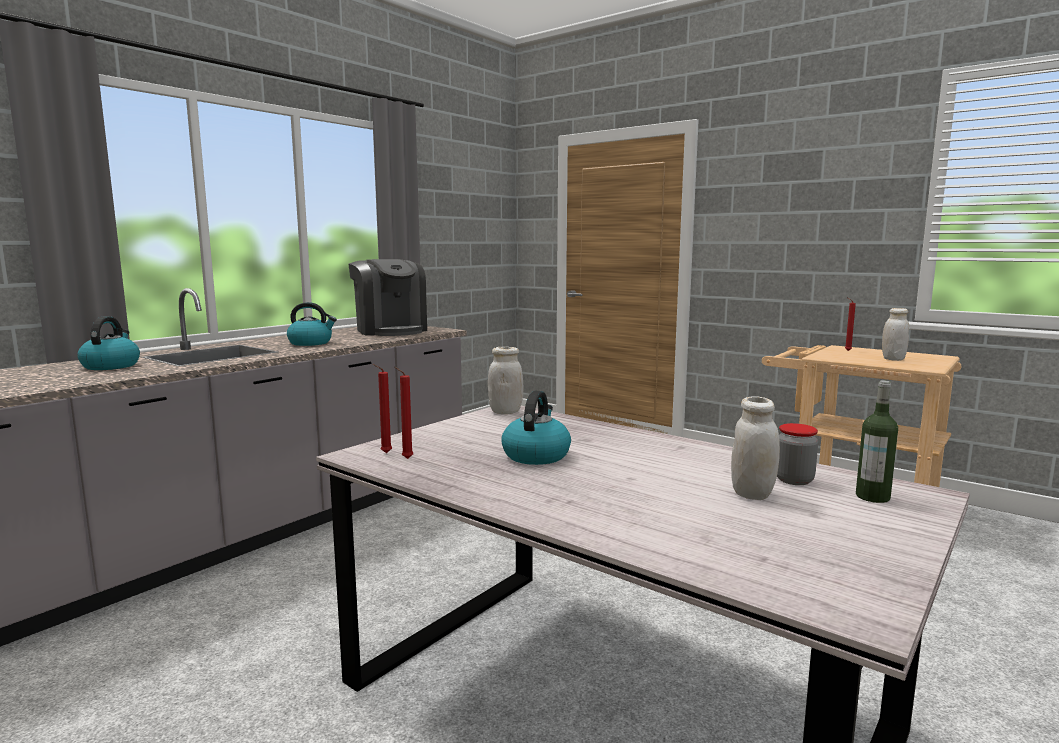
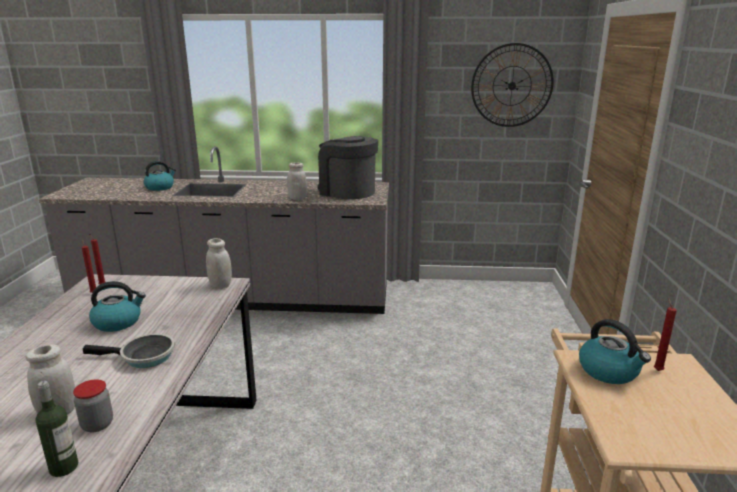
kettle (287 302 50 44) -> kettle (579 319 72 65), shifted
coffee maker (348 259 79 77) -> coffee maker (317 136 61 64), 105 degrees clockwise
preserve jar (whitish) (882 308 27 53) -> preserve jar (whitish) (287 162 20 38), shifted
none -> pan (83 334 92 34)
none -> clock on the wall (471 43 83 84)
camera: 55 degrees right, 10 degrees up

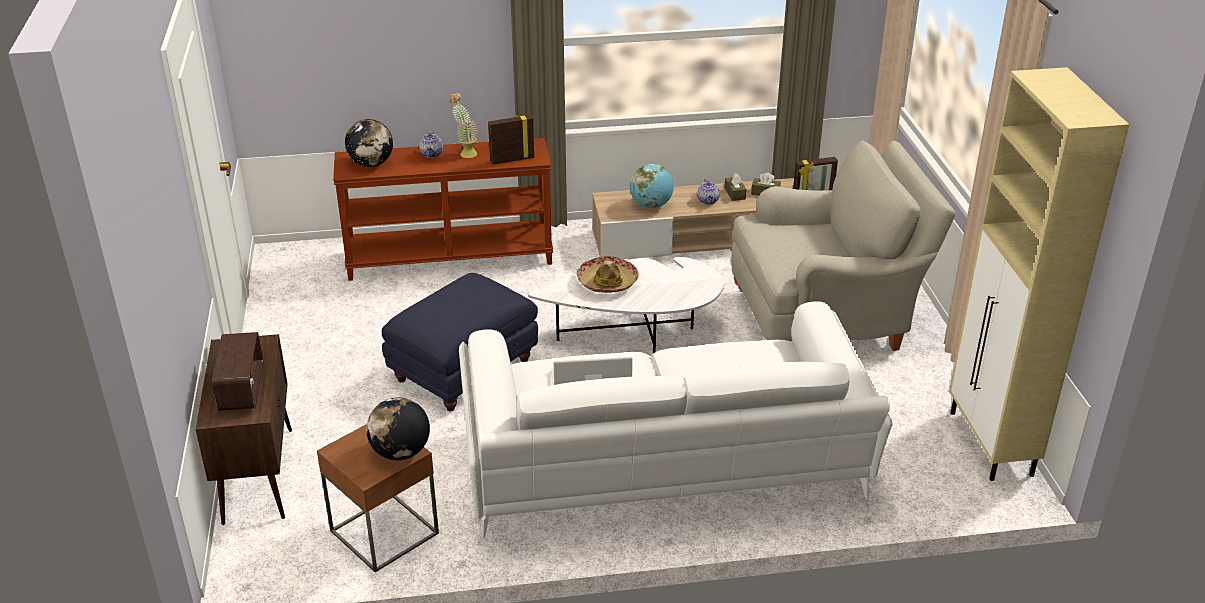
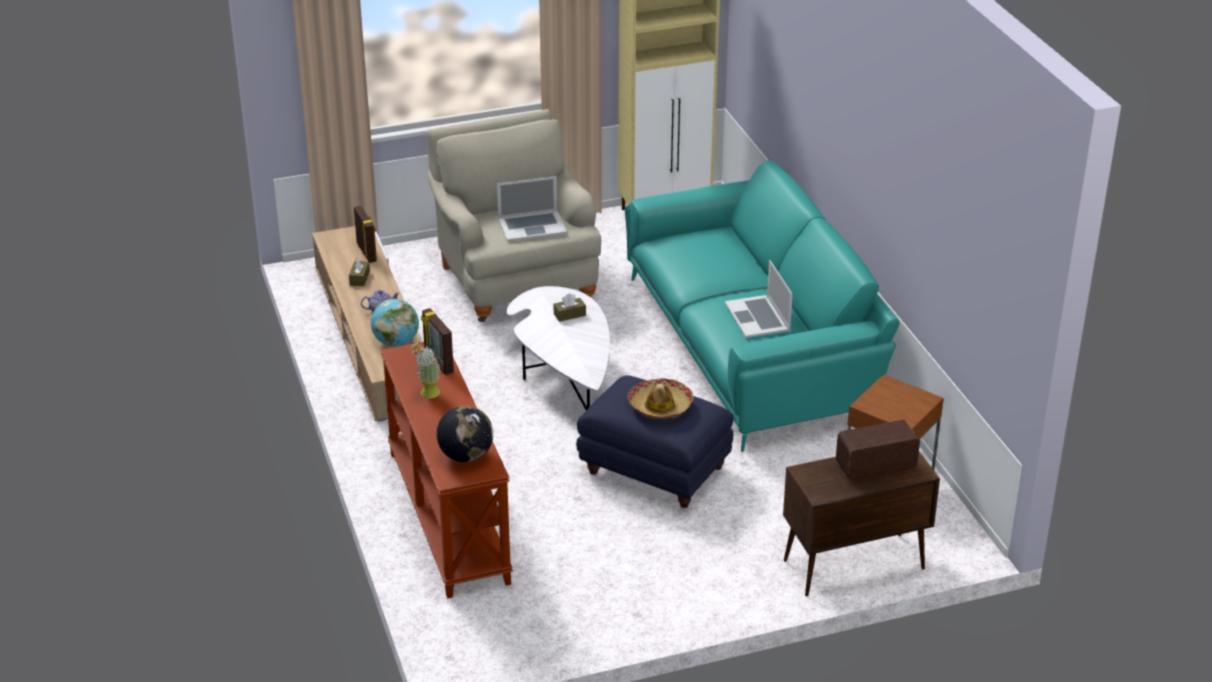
world globe (366 397 64 63) -> none
tea pot (419 130 24 28) -> none
couch (whitish) (459 302 434 237) -> couch (turquoise-coloured) (625 160 274 292)
clothing hat (577 256 62 37) -> clothing hat (627 378 66 41), shifted
tissue holder (brown) (724 173 23 28) -> tissue holder (brown) (554 293 32 29), shifted
none -> laptop (497 176 70 66)
camera: 100 degrees left, 0 degrees up

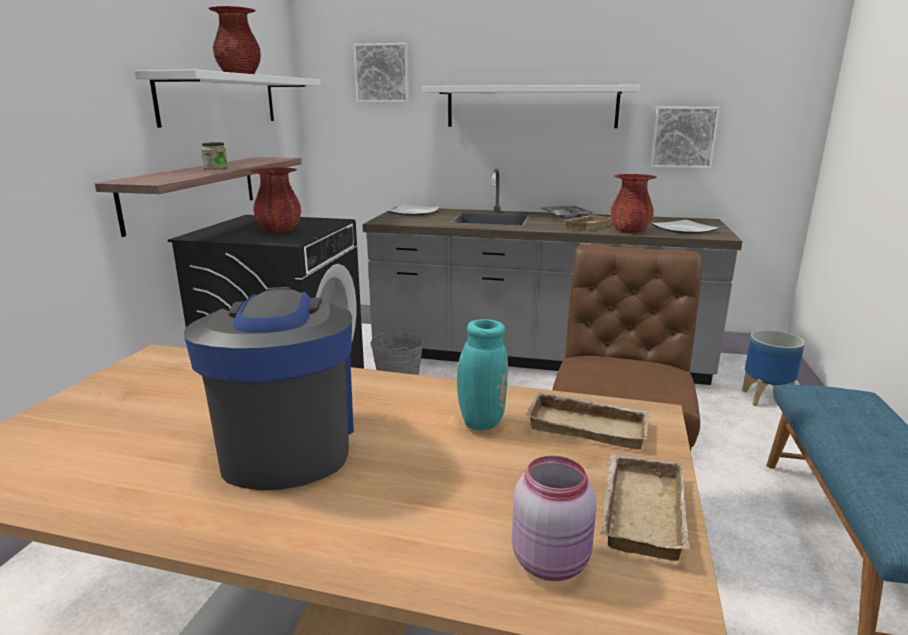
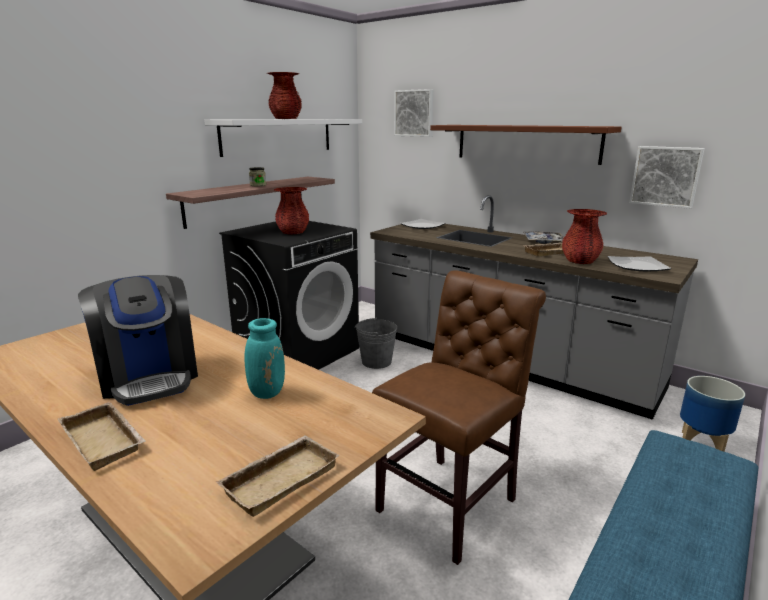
coffee maker (184 287 170 203) -> coffee maker (78 275 120 131), 135 degrees clockwise
bracket shelf (whitish) (422 85 218 43) -> bracket shelf (brown) (430 125 192 40)
preserve jar (pinkish) (512 456 84 125) -> none
serving tray (sand-coloured) (526 391 124 59) -> serving tray (sand-coloured) (58 402 88 69), shifted
camera: 25 degrees right, 0 degrees up

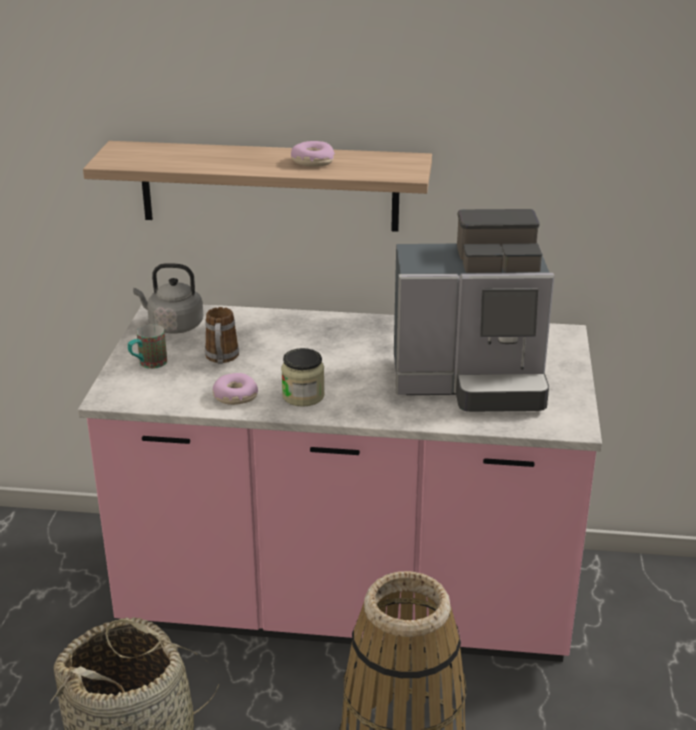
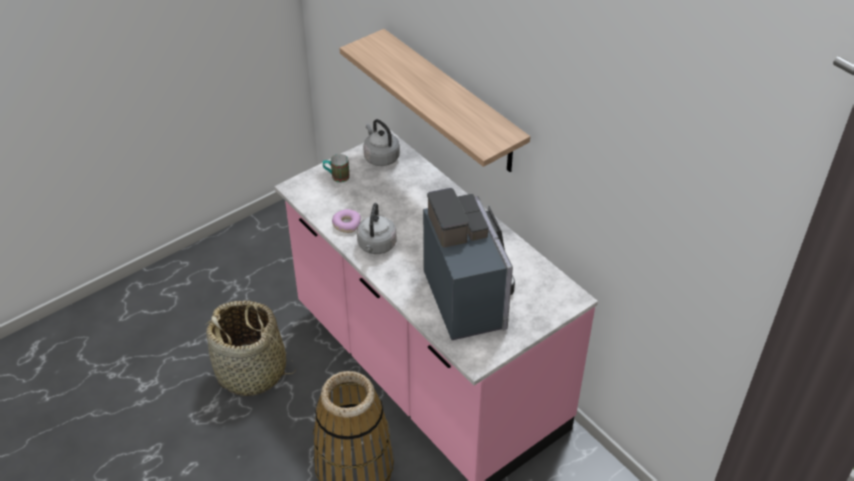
tea mug (205 307 34 57) -> none
preserve jar (281 348 44 59) -> kettle (greyish) (357 203 39 51)
donut (291 141 44 25) -> none
coffee maker (394 209 161 203) -> coffee maker (423 188 92 152), 150 degrees counterclockwise
camera: 45 degrees right, 15 degrees up

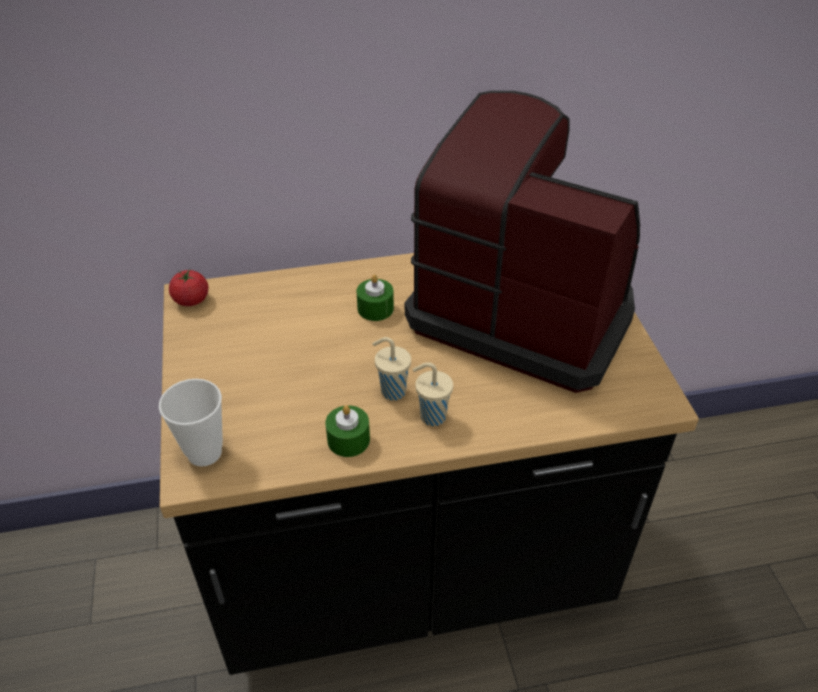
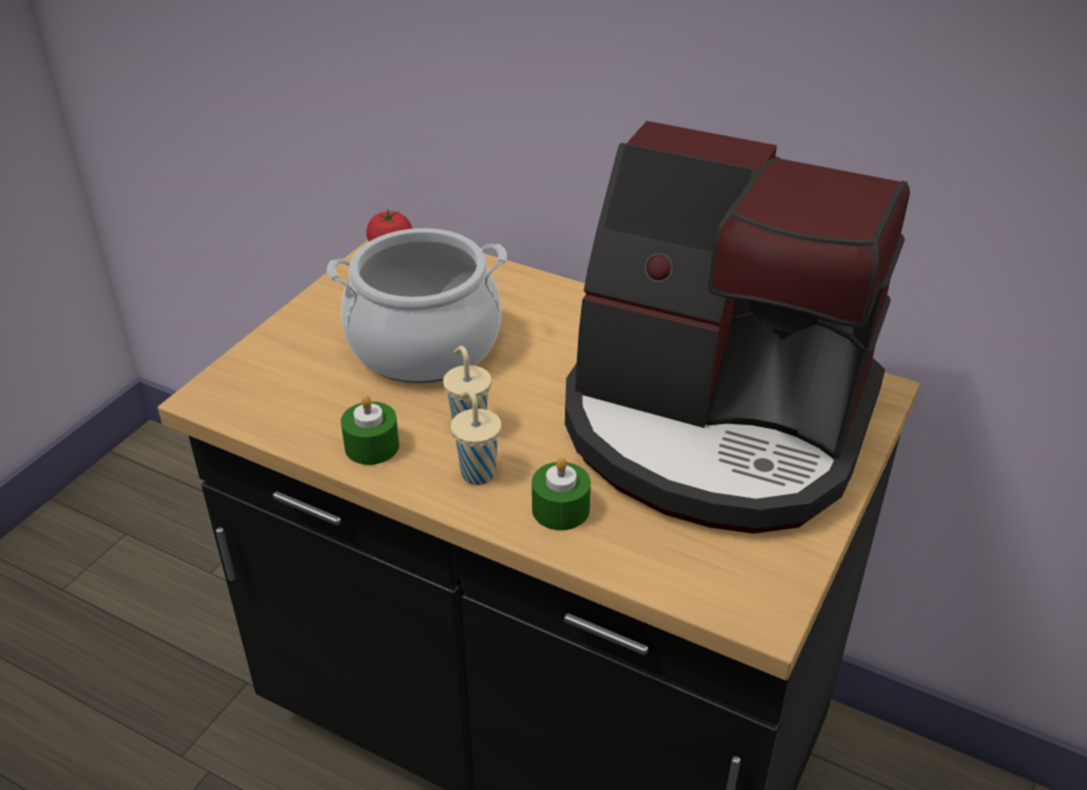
drinking cup (159 379 64 88) -> none
wax candle (greenish) (357 274 37 47) -> wax candle (greenish) (532 457 59 73), shifted
coffee maker (405 91 235 302) -> coffee maker (565 121 345 413), 135 degrees clockwise
none -> saucepot (327 228 180 155)
camera: 40 degrees right, 5 degrees down

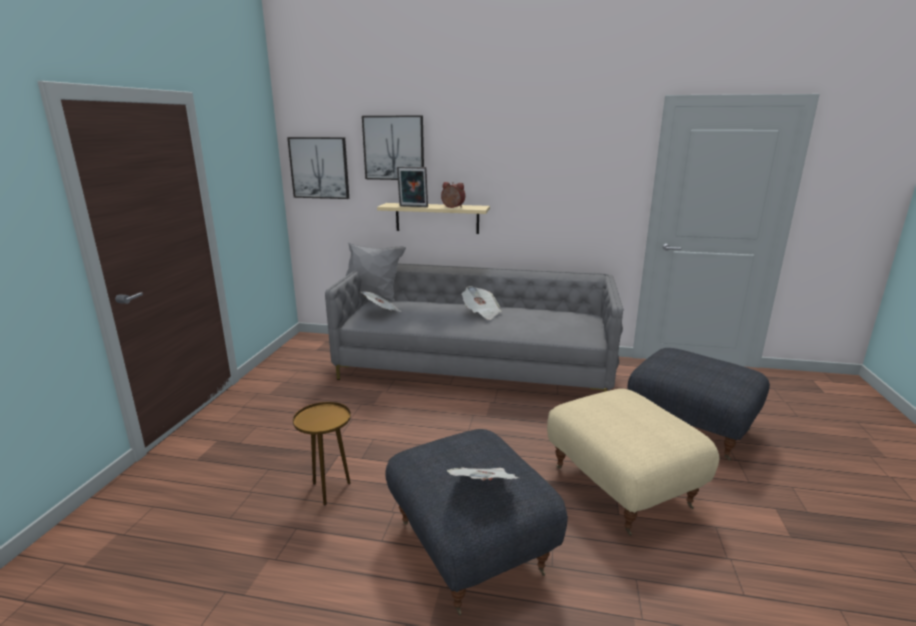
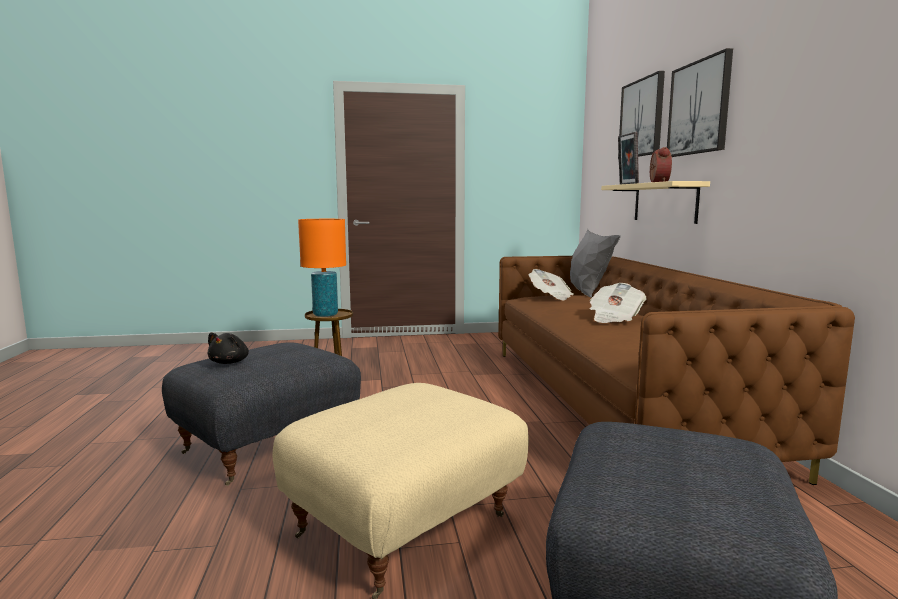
wall art (287 137 62 62) -> wall art (667 48 66 109), shifted
couch (greyish) (325 263 299 129) -> couch (brown) (498 256 357 229)
daily paper (447 467 72 14) -> soft toy (blackish) (207 332 42 32)
none -> tabletop lamp (orange-coloured) (298 219 48 98)
camera: 70 degrees right, 10 degrees down

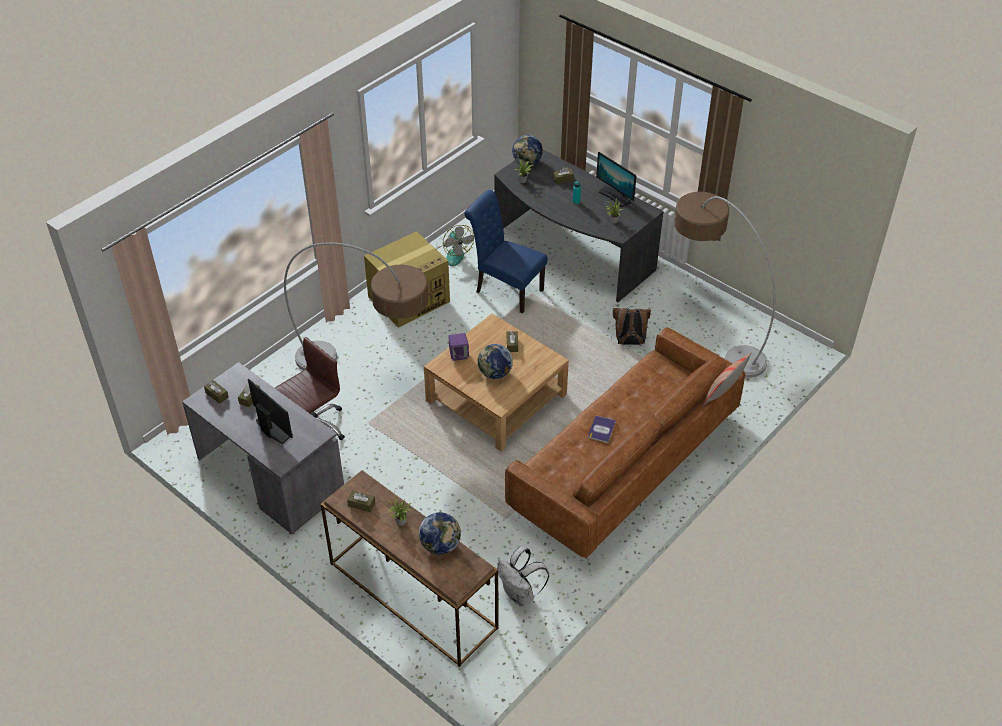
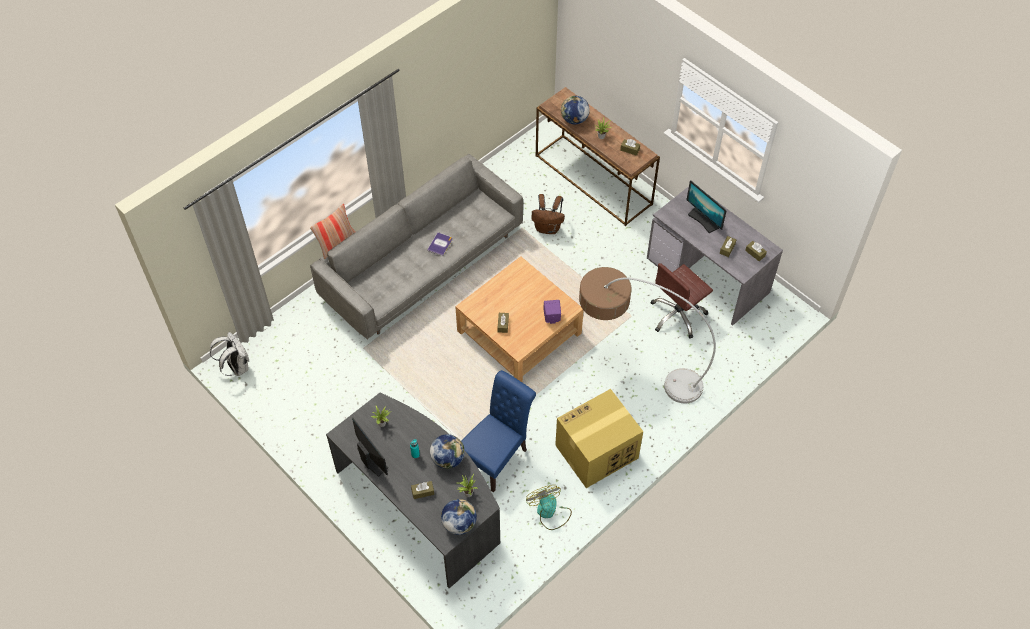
plain chair (blue-coloured) (464 190 84 124) -> plain chair (blue-coloured) (461 370 75 123), 90 degrees counterclockwise
world globe (478 344 35 35) -> world globe (430 434 35 35), shifted
rucksack (whitish) (497 546 52 60) -> rucksack (whitish) (210 332 39 44), shifted
couch (brown) (505 327 240 231) -> couch (greyish) (310 154 213 186)
rucksack (brown) (613 306 38 39) -> rucksack (brown) (531 194 34 40), shifted
floor lamp (674 192 101 186) -> none
camera: 175 degrees left, 10 degrees up

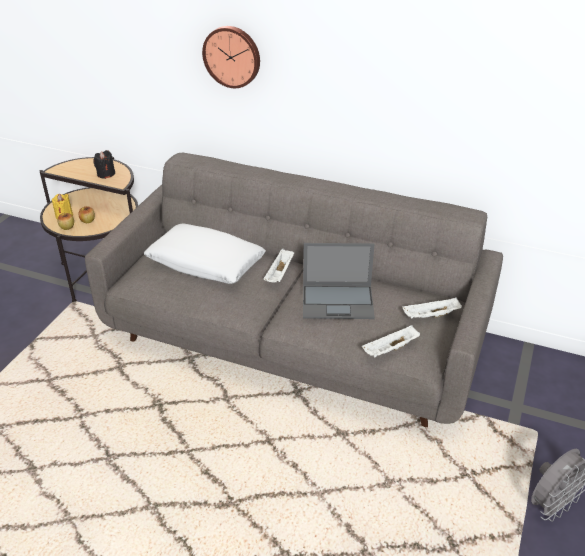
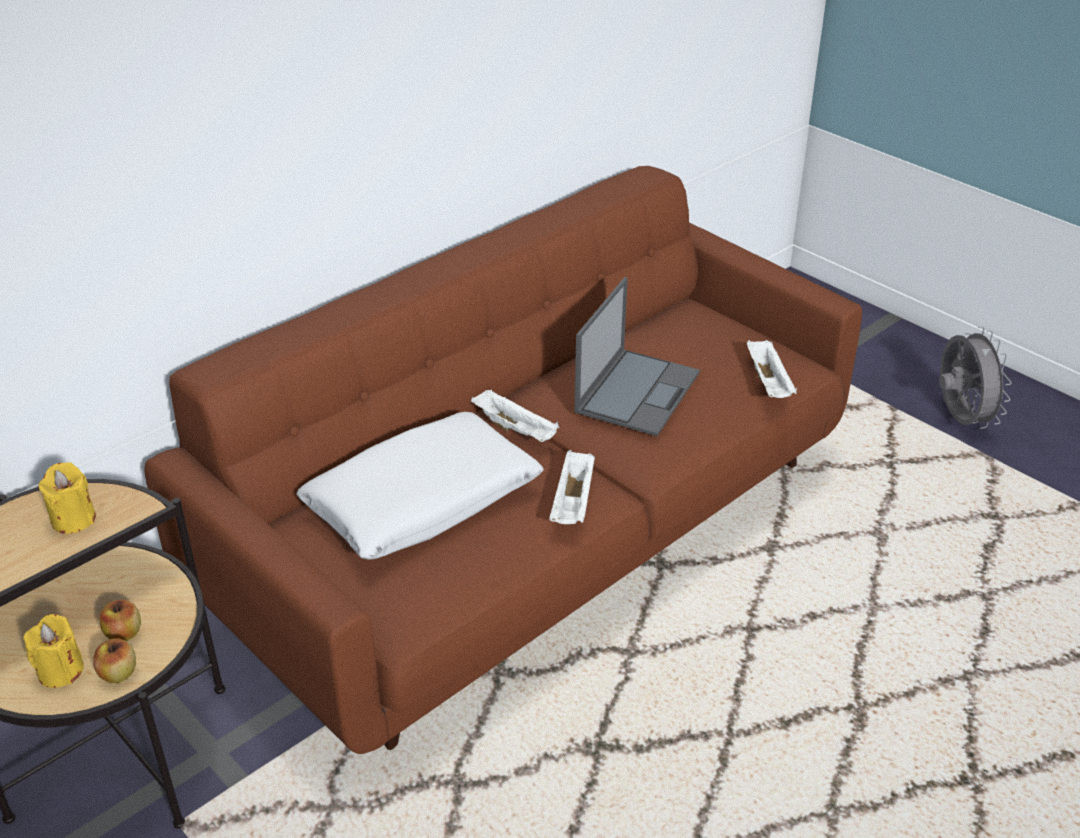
couch (greyish) (85 153 418 274) -> couch (brown) (145 166 717 588)
wax candle (blackish) (93 150 22 29) -> wax candle (yellowish) (38 462 58 72)
clock on the wall (202 26 58 62) -> none
serving tray (whitish) (402 297 60 22) -> serving tray (whitish) (549 450 46 74), shifted
camera: 65 degrees left, 0 degrees up

